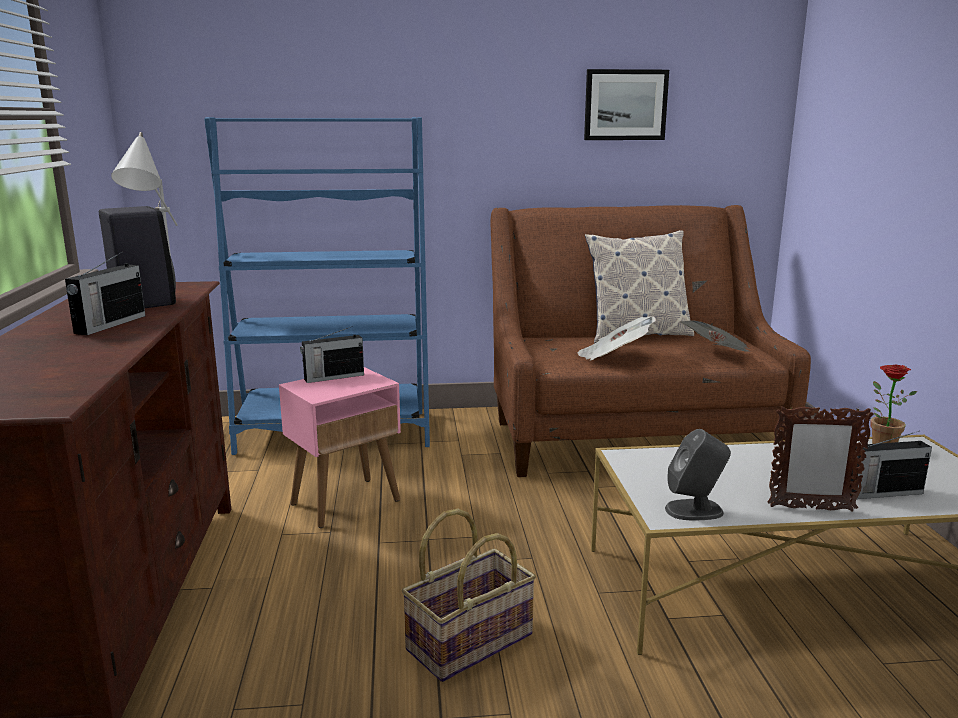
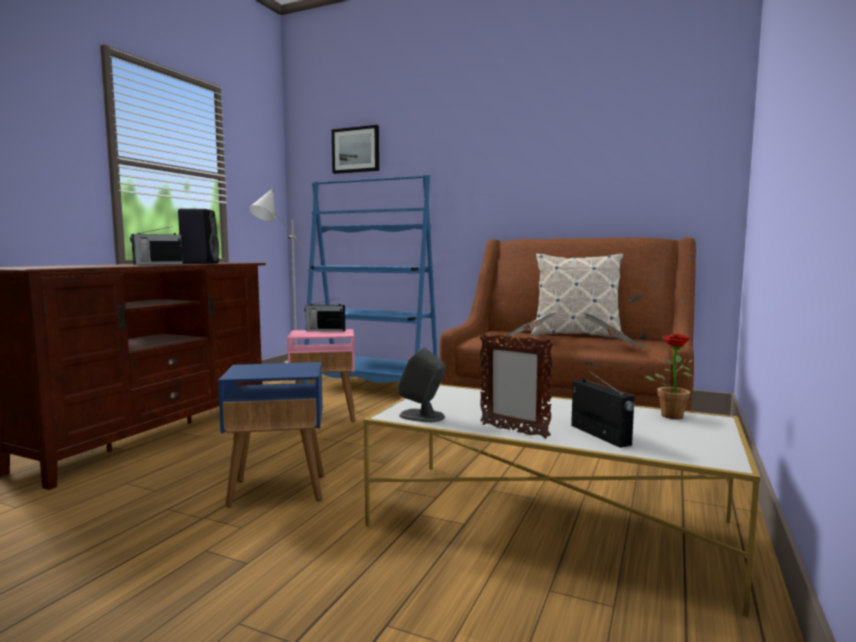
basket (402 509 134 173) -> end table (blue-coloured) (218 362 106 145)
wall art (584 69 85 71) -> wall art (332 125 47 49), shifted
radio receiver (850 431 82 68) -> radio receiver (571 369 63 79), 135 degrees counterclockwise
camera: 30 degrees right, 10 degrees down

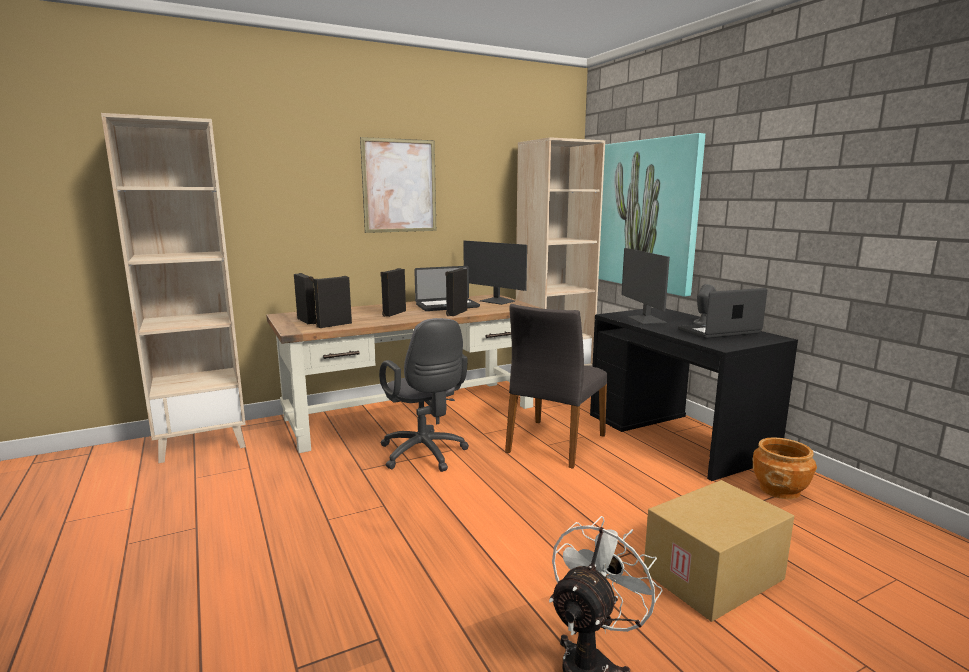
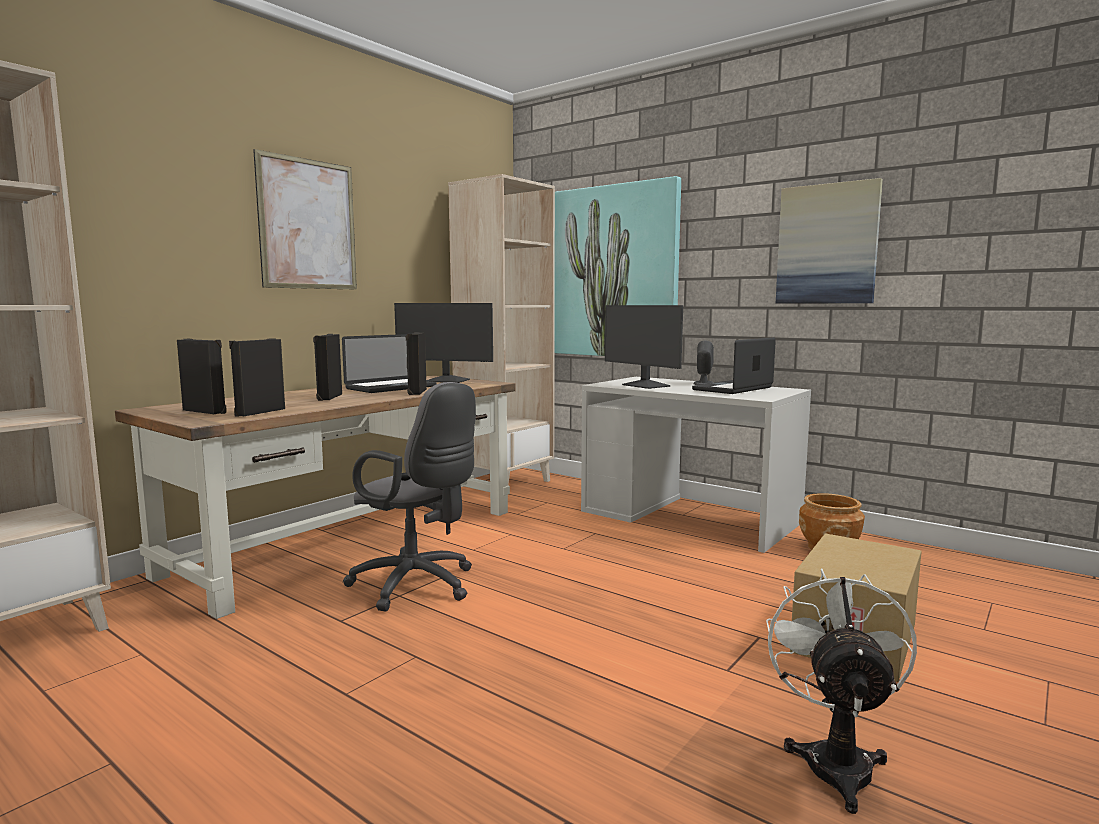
plain chair (greyish) (505 304 102 165) -> none
desk unit (blackish) (590 308 208 173) -> desk unit (whitish) (581 377 230 176)
none -> wall art (776 178 107 125)
camera: 25 degrees left, 5 degrees down

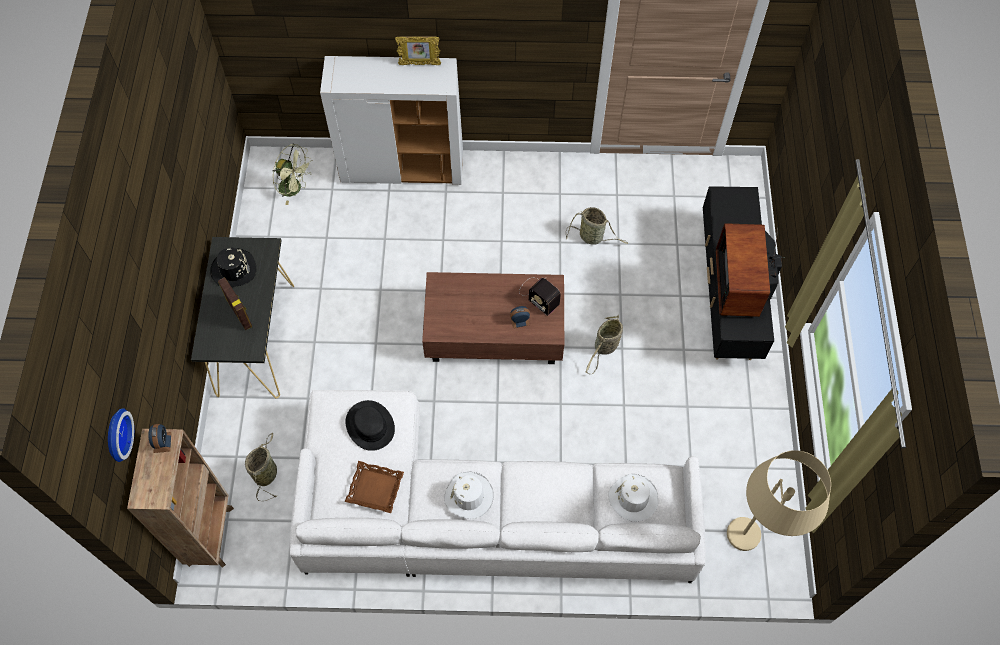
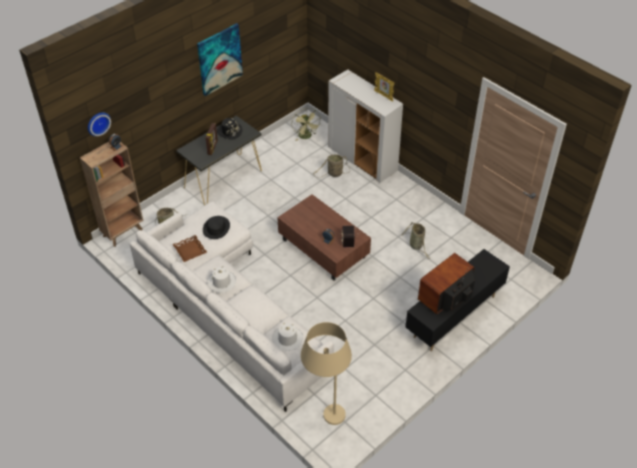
basket (586 315 37 59) -> basket (313 154 37 24), shifted
none -> wall art (197 23 46 73)
camera: 45 degrees right, 15 degrees down

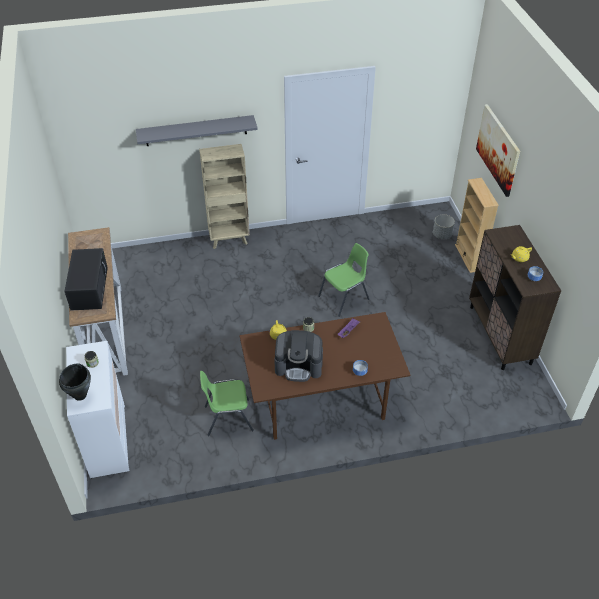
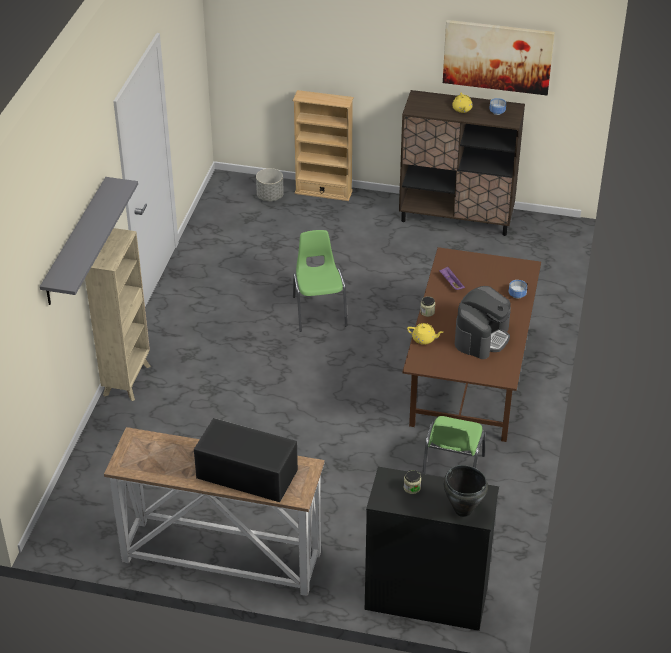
chest of drawers (whitish) (66 341 64 137) -> chest of drawers (blackish) (365 467 134 164)
wall art (476 104 44 93) -> wall art (443 20 112 75), shifted
camera: 65 degrees left, 5 degrees down

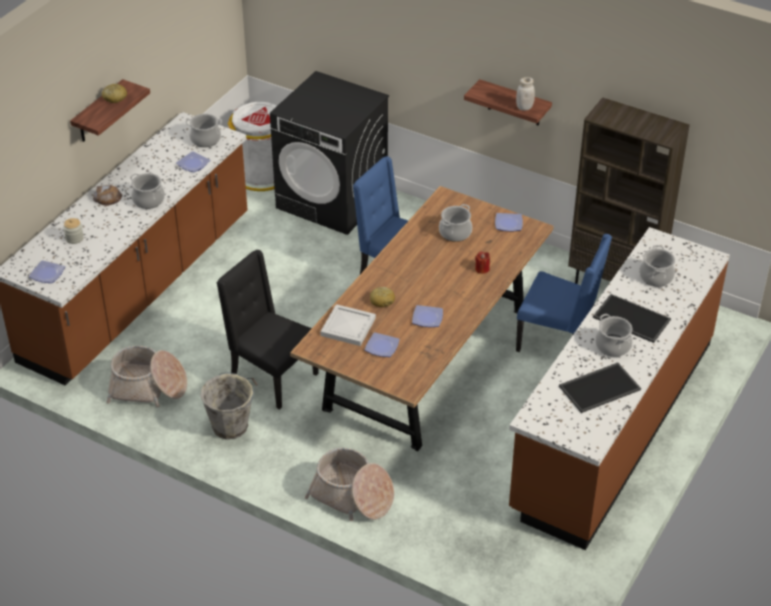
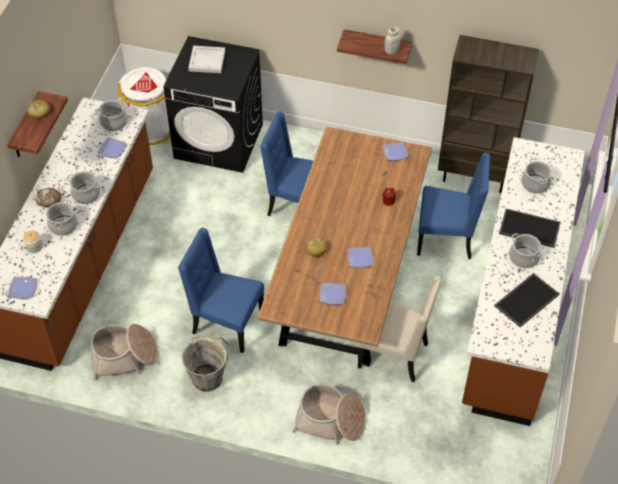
plain chair (blackish) (217 250 101 160) -> plain chair (blue-coloured) (178 228 86 125)
serving tray (whitish) (320 304 56 42) -> serving tray (whitish) (188 46 37 27), shifted
saucepot (439 204 33 38) -> saucepot (46 199 32 37), shifted
none -> plain chair (sand-coloured) (357 276 85 106)
camera: 15 degrees left, 10 degrees up

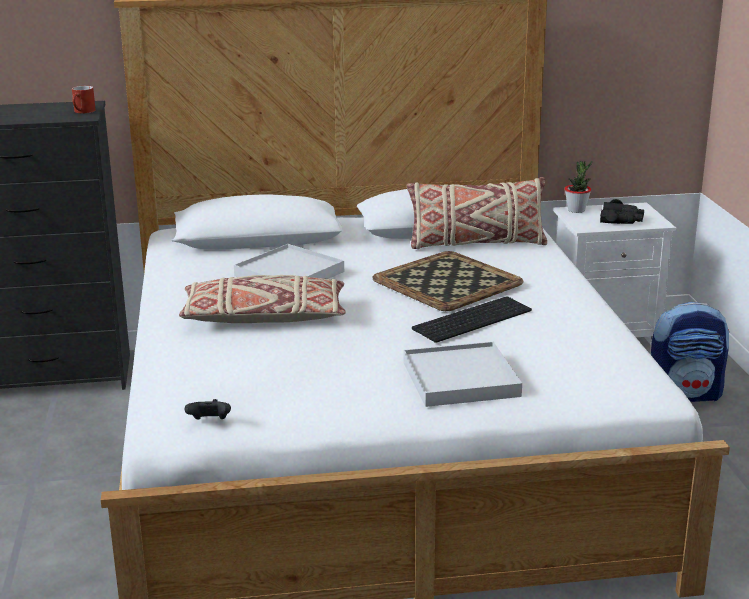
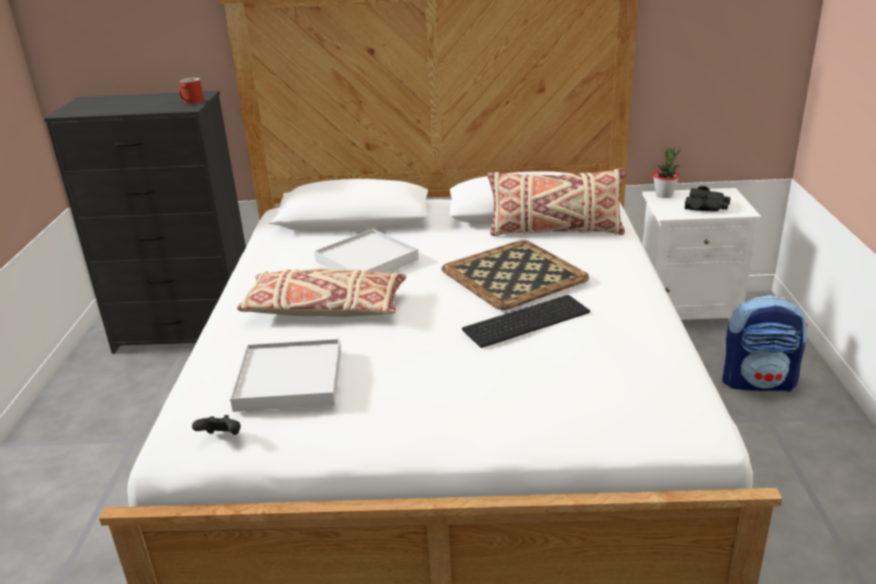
serving tray (whitish) (403 342 119 65) -> serving tray (whitish) (230 339 111 73), shifted
camera: 10 degrees right, 5 degrees up

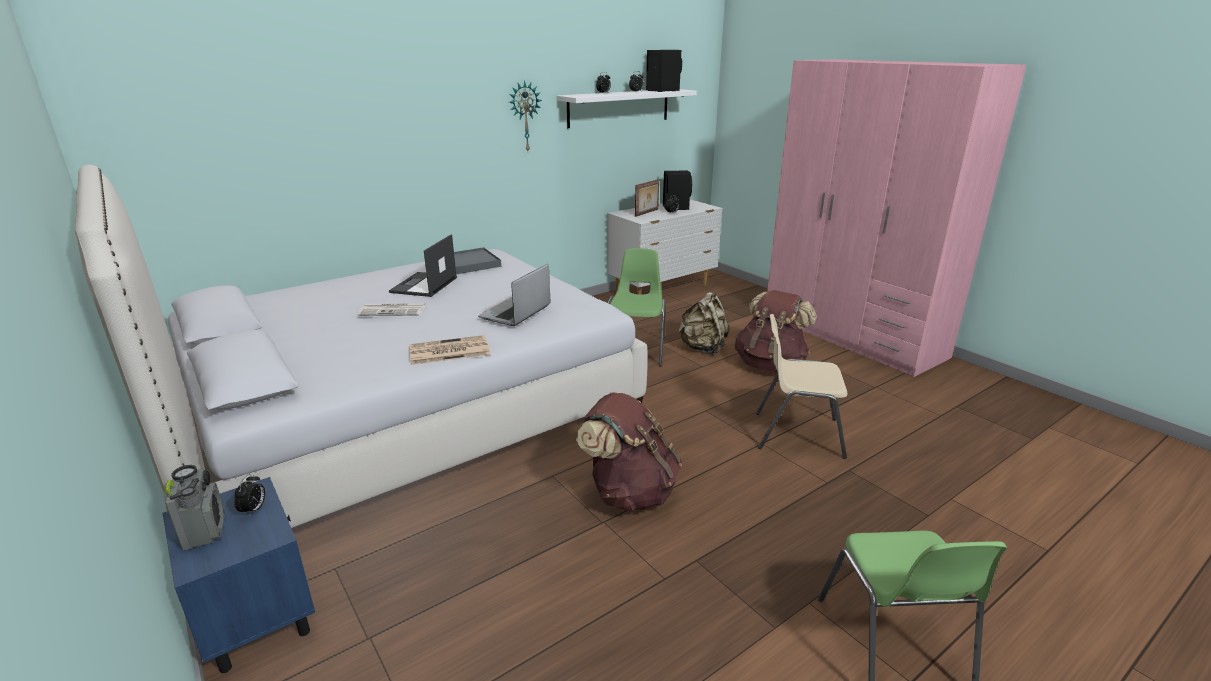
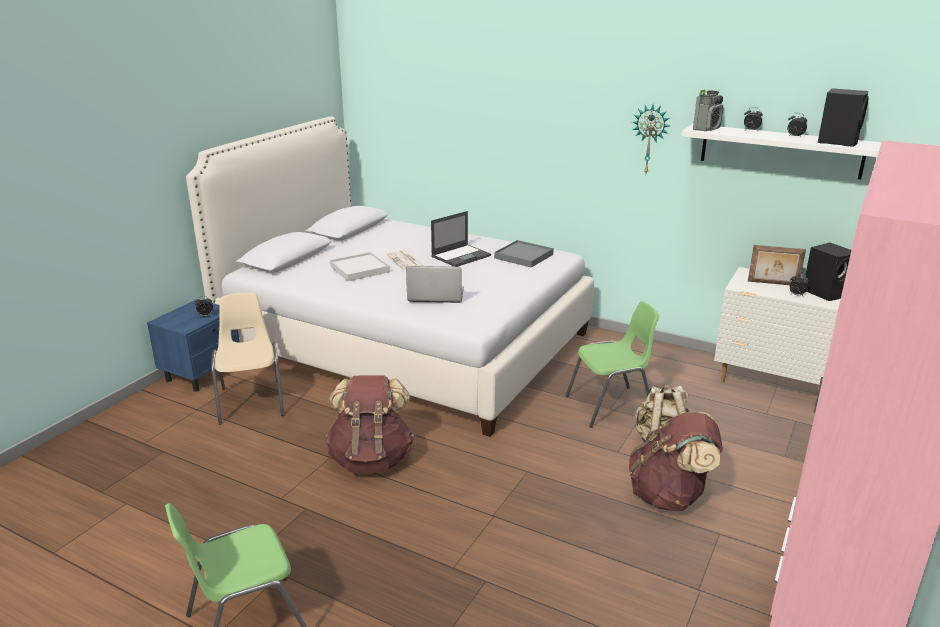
radio receiver (165 465 60 86) -> radio receiver (693 89 31 42), shifted
laptop (389 234 68 63) -> laptop (431 211 60 56), 150 degrees clockwise
daily paper (409 335 81 30) -> none
plain chair (sand-coloured) (756 314 91 145) -> plain chair (sand-coloured) (211 293 73 132), shifted
none -> serving tray (whitish) (330 252 60 29)
camera: 65 degrees right, 0 degrees up

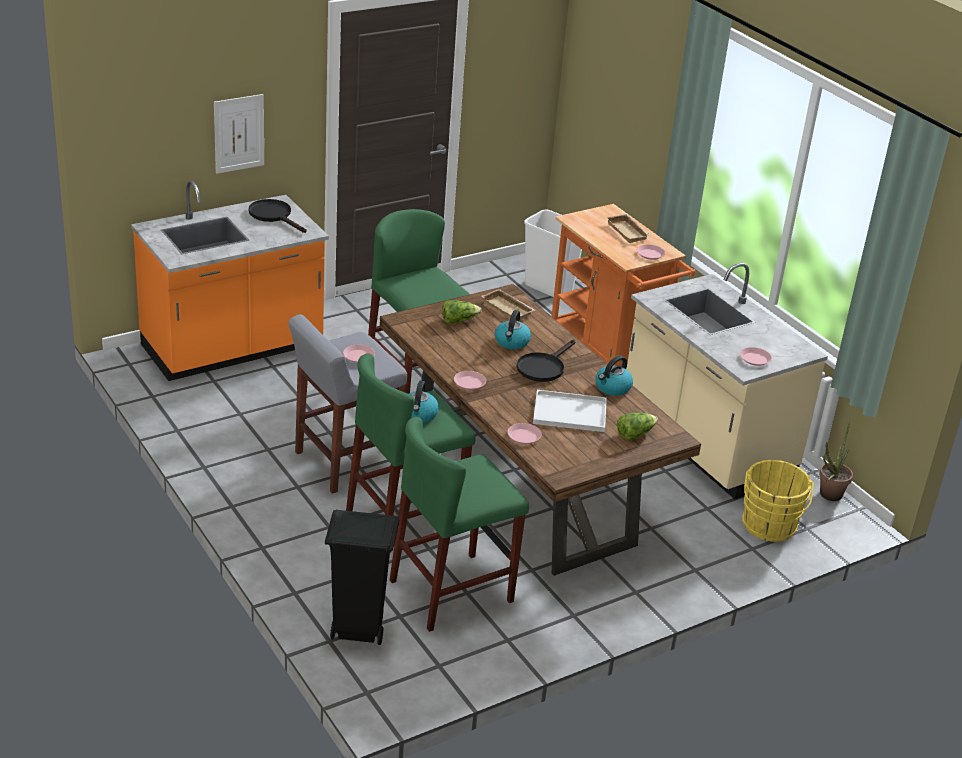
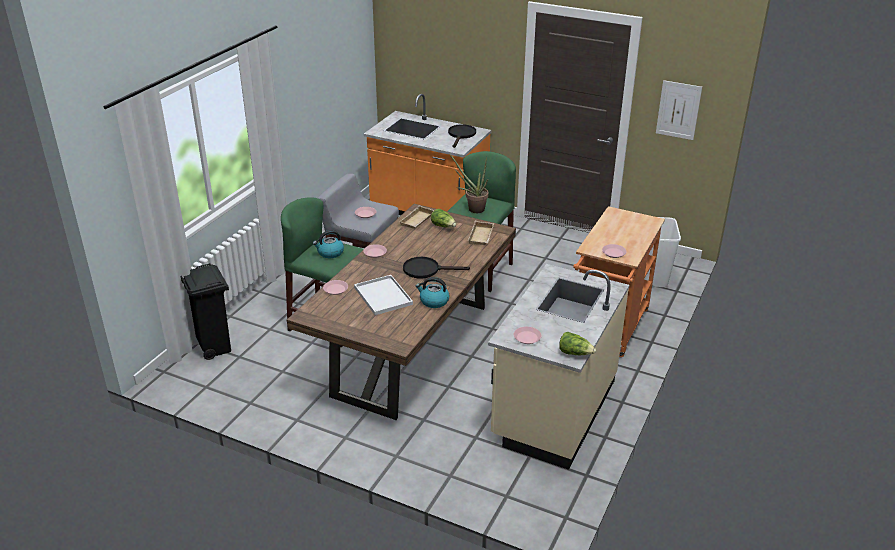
wall art (214 94 50 80) -> wall art (656 80 46 60), shifted
stool (greenish) (390 417 139 215) -> none
kettle (495 310 36 39) -> none
serving tray (sand-coloured) (607 214 43 29) -> serving tray (sand-coloured) (399 205 35 24), shifted
lettuce head (617 413 41 27) -> lettuce head (559 332 37 23), shifted
pail (yellowish) (742 460 72 82) -> none
plant in a pot (819 421 34 80) -> plant in a pot (450 154 39 59), shifted
camera: 60 degrees right, 0 degrees up

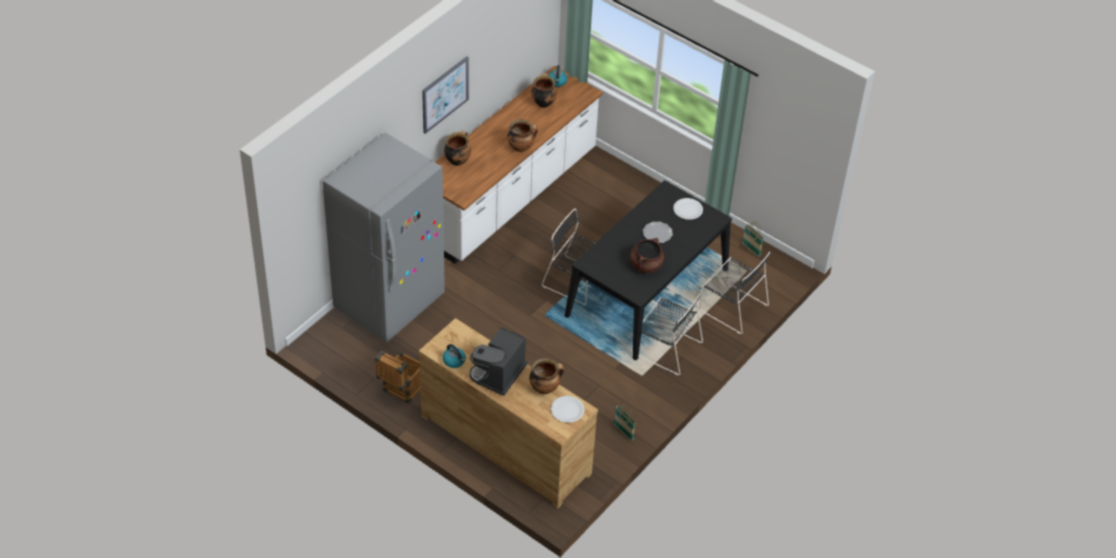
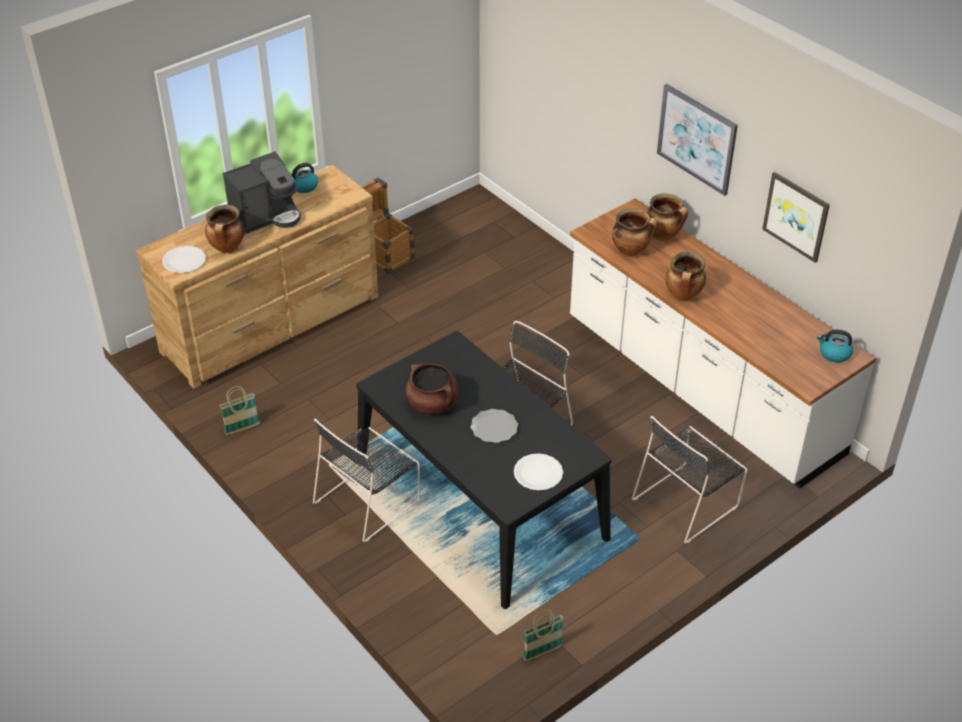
refrigerator (greyish) (323 133 122 209) -> none
coffee maker (470 327 58 69) -> coffee maker (223 152 78 82), 105 degrees clockwise
saucepot (531 73 26 35) -> saucepot (612 208 45 49), shifted
plain chair (blackish) (699 252 71 82) -> plain chair (blackish) (632 416 115 127), shifted
none -> wall art (762 172 68 91)
camera: 105 degrees right, 5 degrees down

